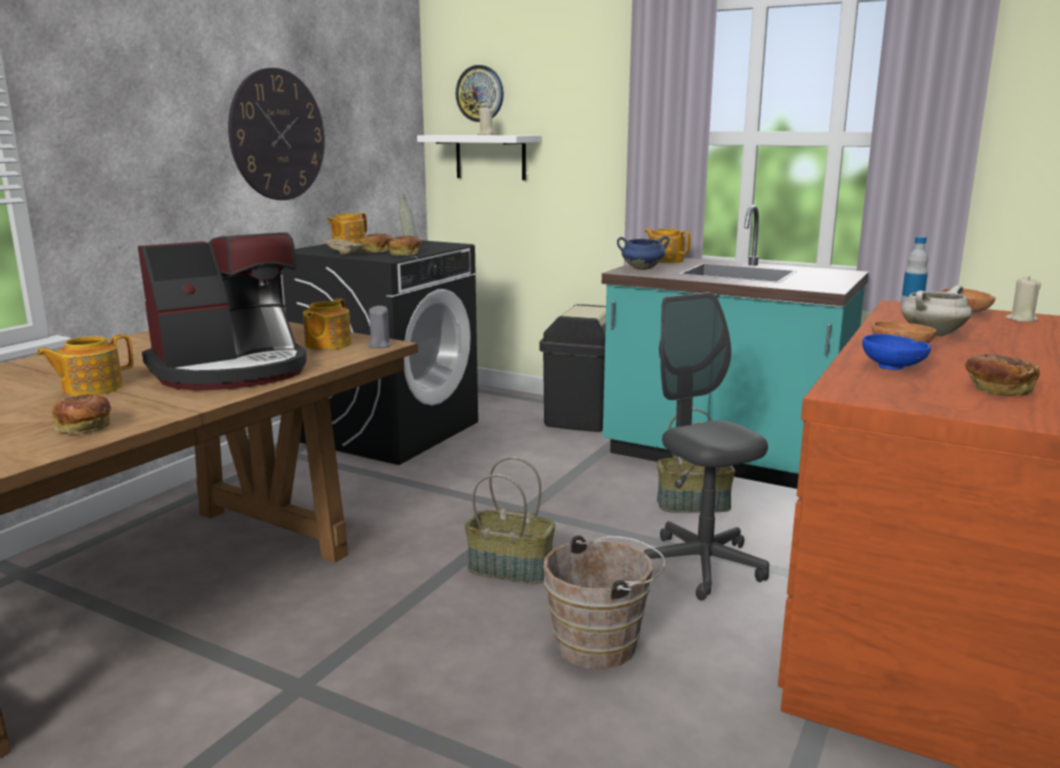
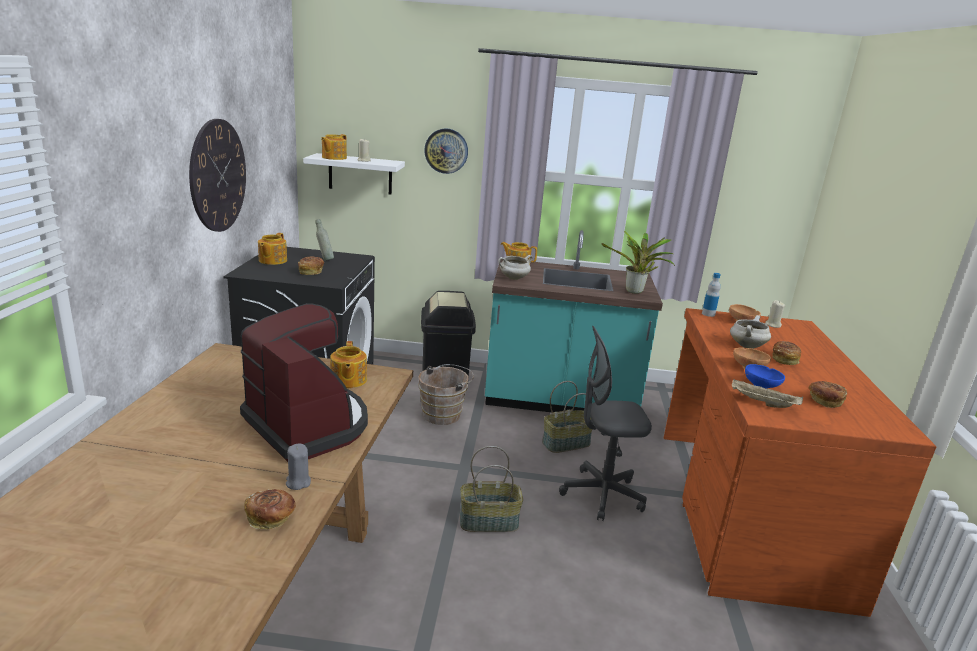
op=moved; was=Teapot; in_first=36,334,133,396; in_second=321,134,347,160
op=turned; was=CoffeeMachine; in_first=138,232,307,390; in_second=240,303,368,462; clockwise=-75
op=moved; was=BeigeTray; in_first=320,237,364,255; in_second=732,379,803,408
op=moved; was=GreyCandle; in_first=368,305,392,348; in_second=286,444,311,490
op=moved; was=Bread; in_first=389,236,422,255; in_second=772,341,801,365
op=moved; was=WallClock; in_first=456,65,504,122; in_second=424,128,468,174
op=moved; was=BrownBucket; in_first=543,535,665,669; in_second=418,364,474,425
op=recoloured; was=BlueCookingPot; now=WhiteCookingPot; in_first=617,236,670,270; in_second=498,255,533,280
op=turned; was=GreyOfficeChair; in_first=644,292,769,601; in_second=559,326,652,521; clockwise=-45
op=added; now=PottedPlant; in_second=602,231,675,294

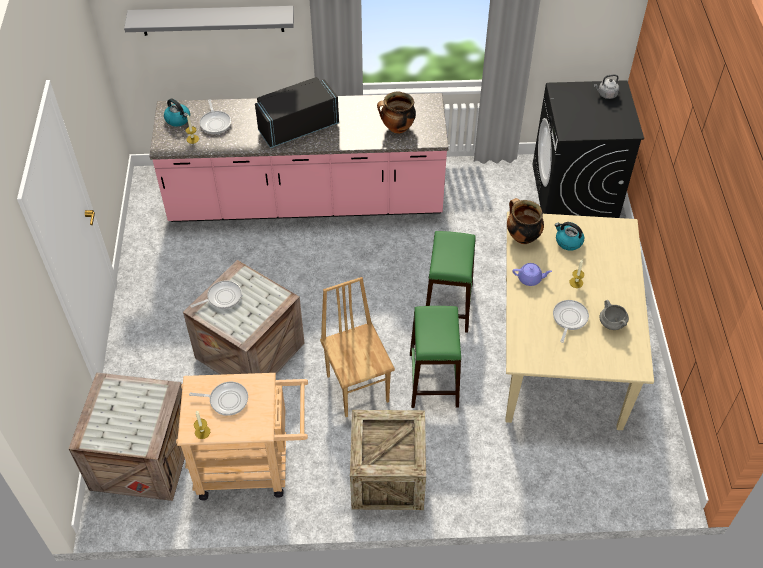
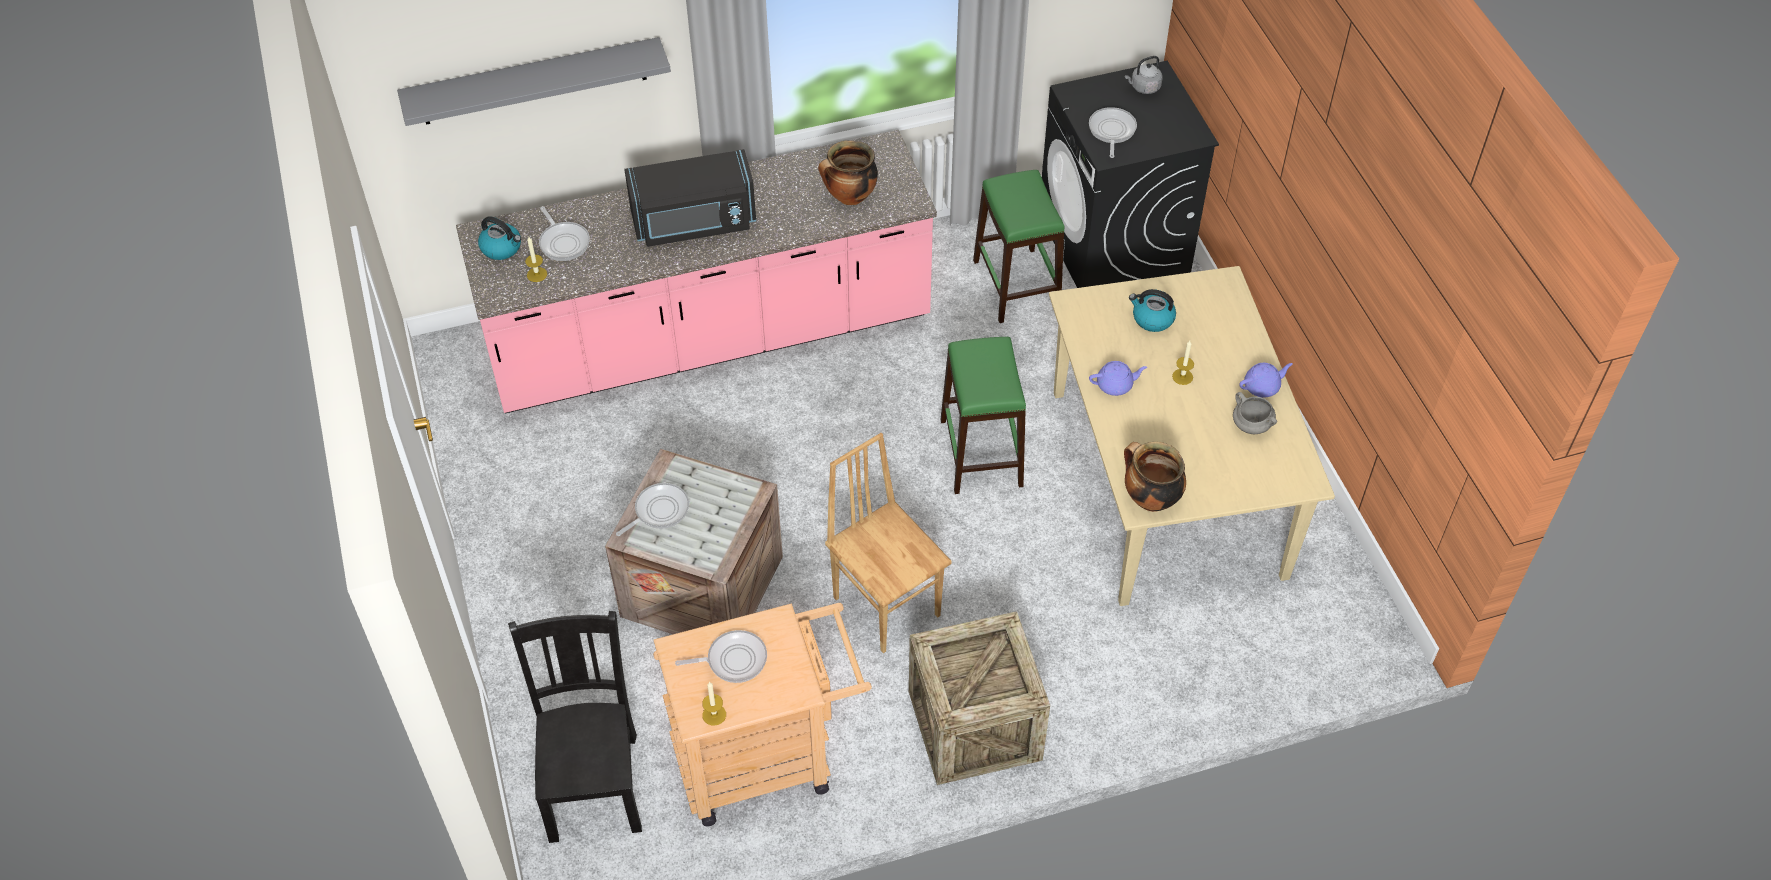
op=replaced; was=Crate; now=BlackChair; in_first=69,372,185,501; in_second=508,611,642,843
op=turned; was=BlackMicrowave; in_first=255,77,339,148; in_second=624,149,756,247; clockwise=-150
op=moved; was=GreenStool; in_first=410,306,461,408; in_second=973,170,1065,323
op=moved; was=CookingPot; in_first=507,198,544,244; in_second=1124,442,1186,512
op=moved; was=FryingPan; in_first=553,300,589,343; in_second=1089,107,1137,158
op=added; now=PurpleTeapot; in_second=1239,363,1293,397

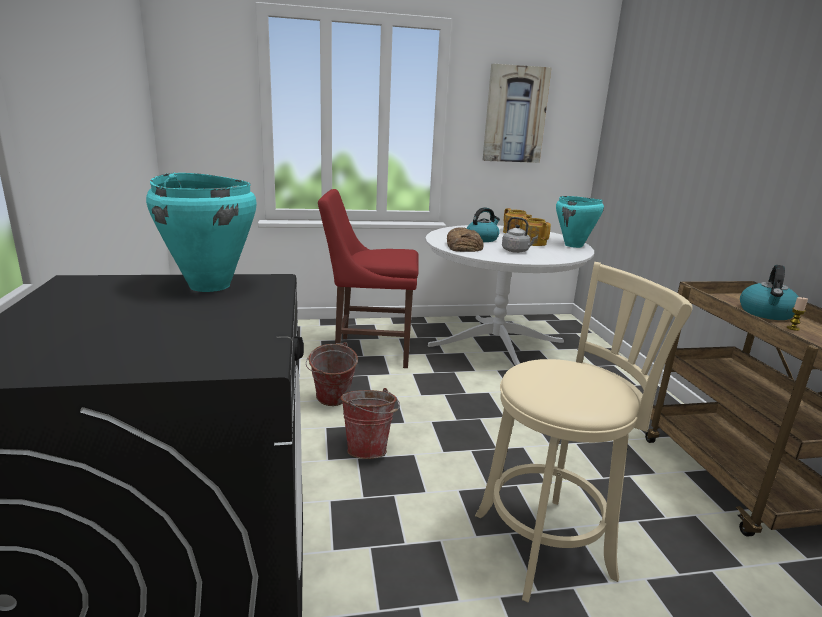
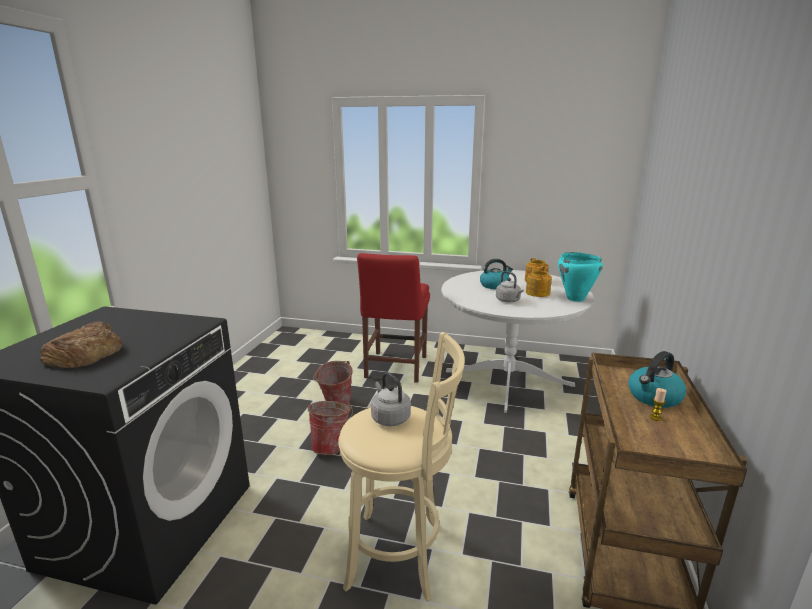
op=removed; was=TurquoiseCookingPot; in_first=146,173,257,292
op=turned; was=RedChair; in_first=318,189,419,368; in_second=357,253,430,383; clockwise=-105
op=moved; was=Bread; in_first=447,227,484,252; in_second=40,321,123,368
op=removed; was=Picture; in_first=483,64,552,163
op=added; now=GreyKettle; in_second=371,373,411,426

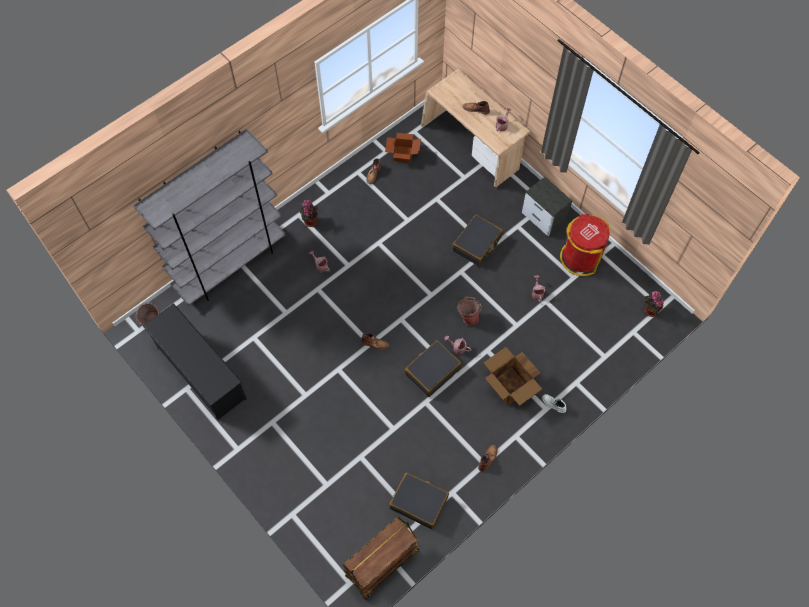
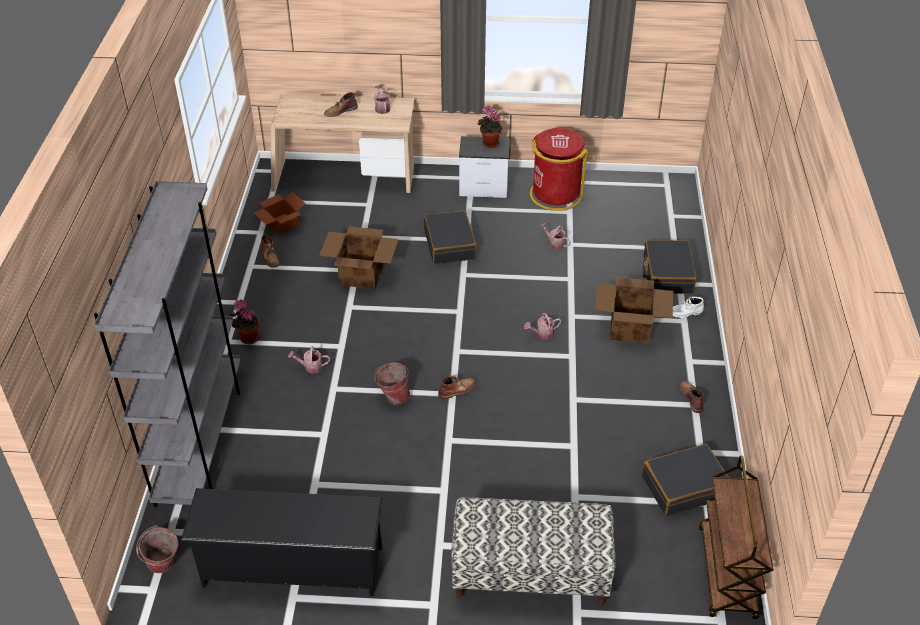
op=moved; was=BlackSuitcase; in_first=405,340,461,397; in_second=643,240,697,294
op=moved; was=Bucket; in_first=457,296,481,325; in_second=374,362,410,405
op=moved; was=PottedPlant; in_first=644,291,664,317; in_second=477,106,502,148
op=added; now=CardboardBox; in_second=319,226,398,289
op=added; now=Bench; in_second=451,497,615,605

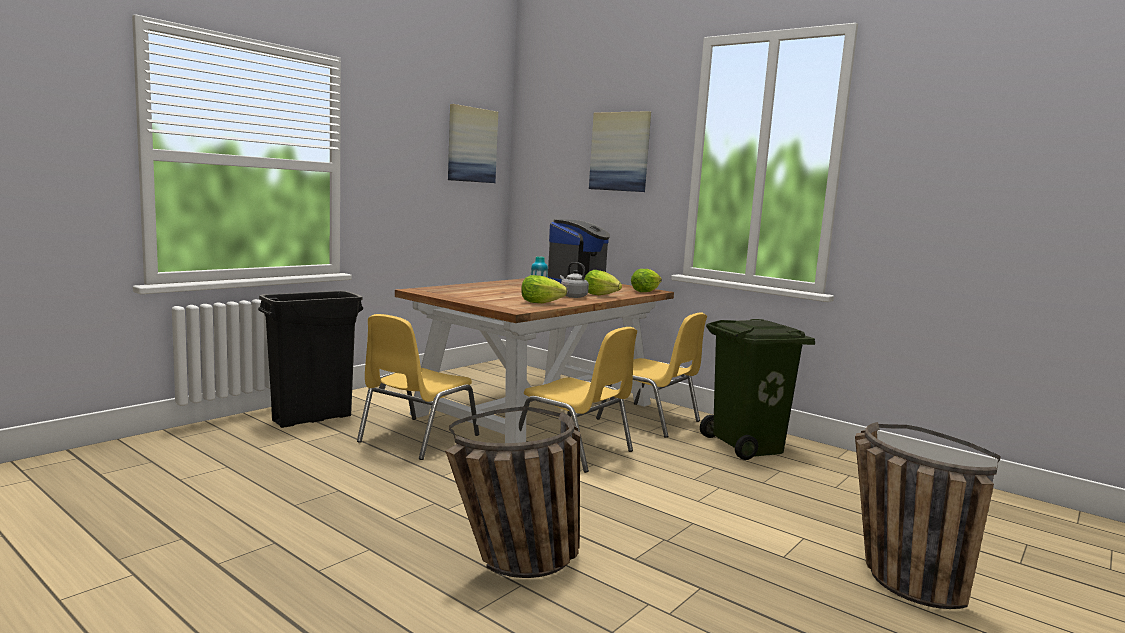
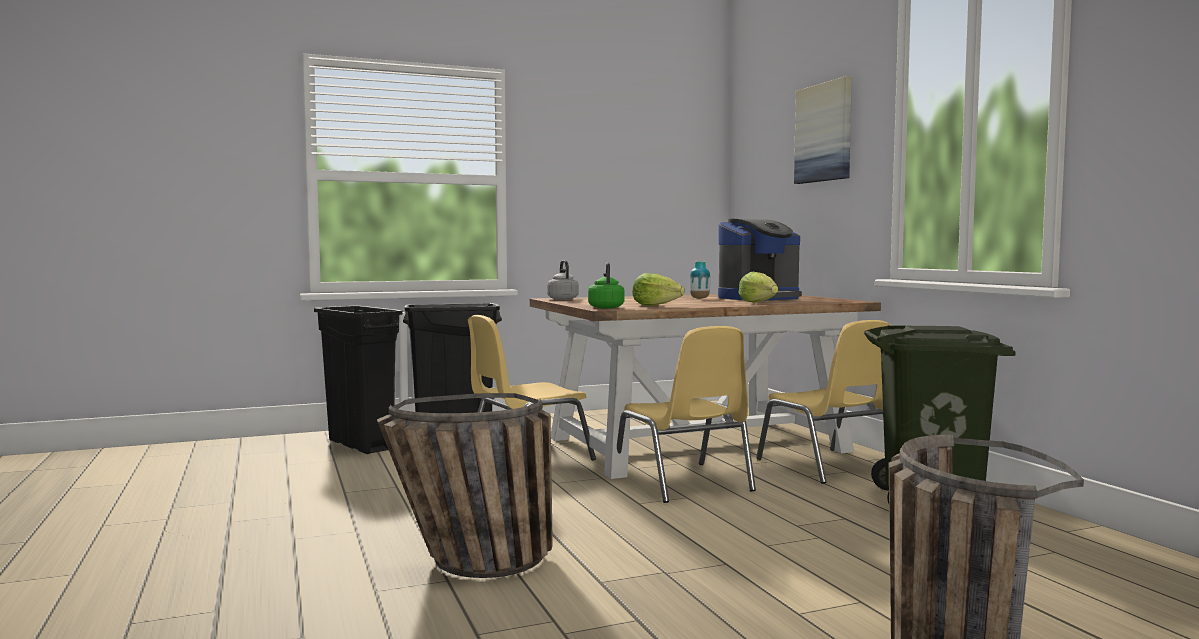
op=removed; was=Picture; in_first=448,104,498,183
op=moved; was=GreyKettle; in_first=560,262,589,298; in_second=547,260,579,300
op=removed; was=Lettuce; in_first=631,269,662,292
op=added; now=BlackTrashCan; in_second=314,306,403,454
op=added; now=GreenKettle; in_second=588,262,624,309

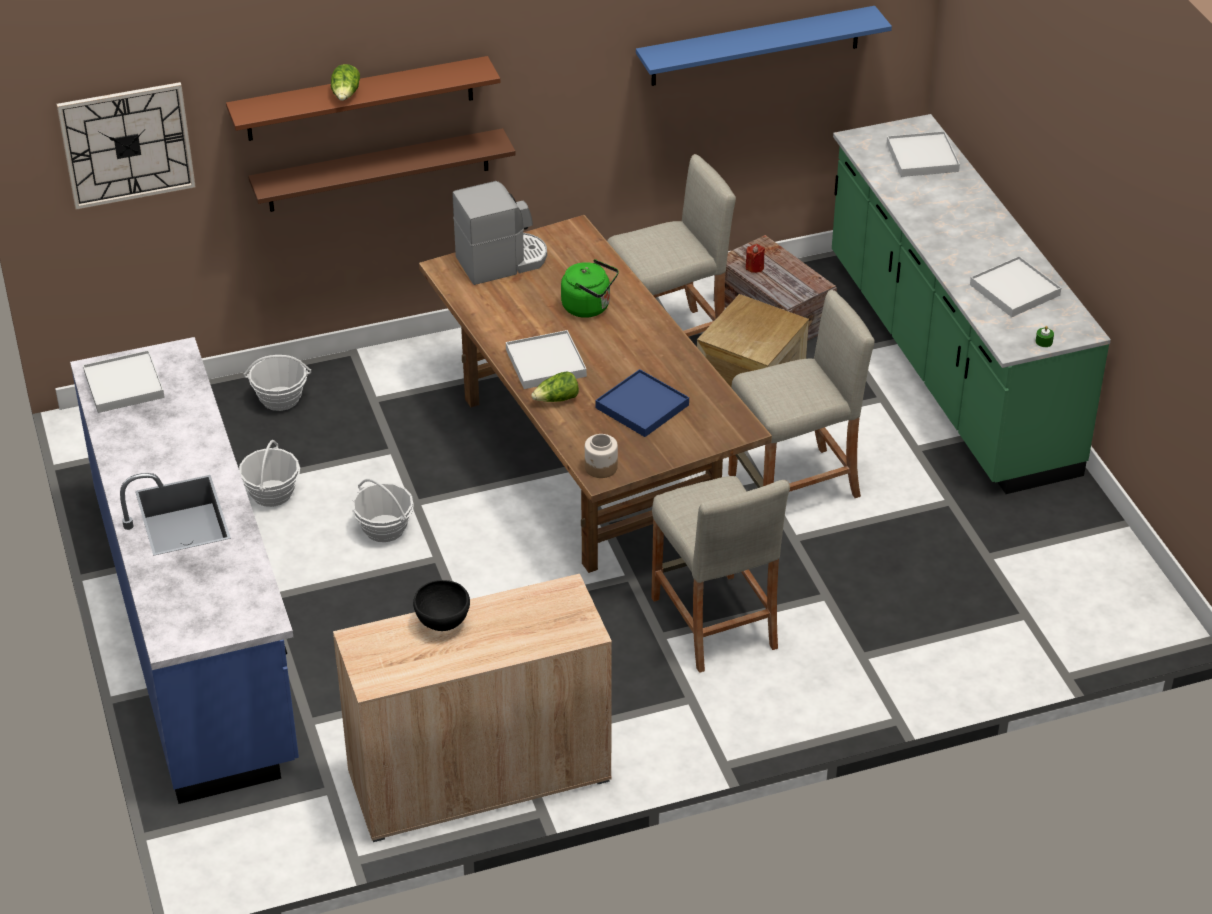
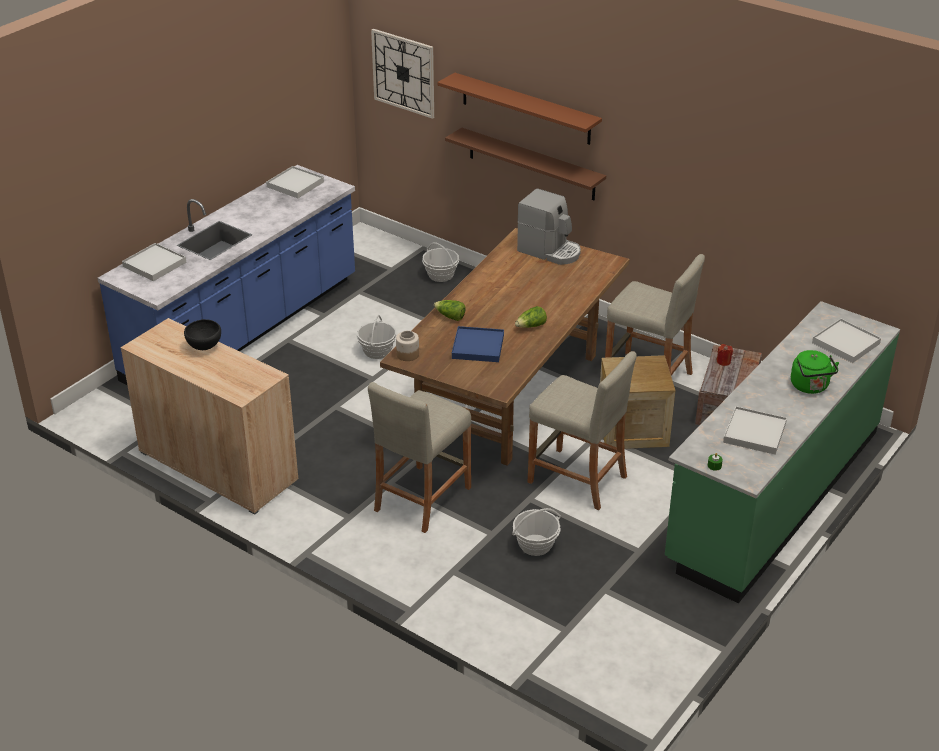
op=moved; was=Basket; in_first=239,440,300,507; in_second=512,508,561,556
op=moved; was=Lettuce; in_first=331,64,360,101; in_second=515,306,547,328
op=moved; was=WhiteTray; in_first=506,330,587,389; in_second=122,243,186,281
op=moved; was=GreenKettle; in_first=561,259,619,318; in_second=791,350,839,394
op=removed; was=BlueShelf; in_first=636,6,892,86

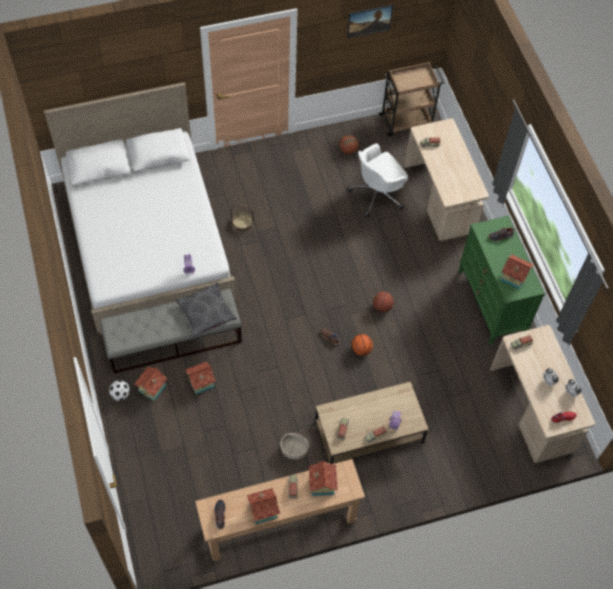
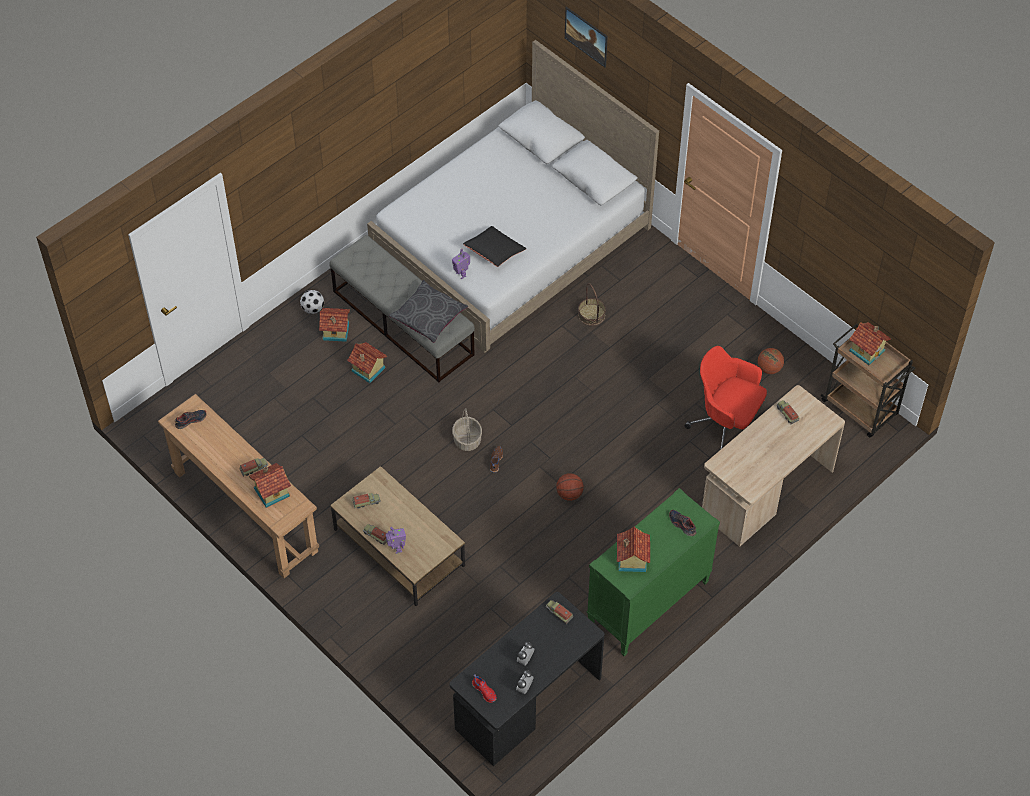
op=moved; was=ToyHouse; in_first=247,488,280,524; in_second=849,322,891,365
op=moved; was=Basket; in_first=280,433,309,460; in_second=452,408,482,451
op=moved; was=Picture; in_first=347,5,393,38; in_second=565,7,608,67
op=recoloured; was=WhiteOfficeChair; now=RedOfficeChair; in_first=347,144,408,217; in_second=684,346,767,449
op=removed; was=Basketball; in_first=351,334,373,356
op=recoloured; was=BeigeDesk; now=BlackDesk; in_first=490,325,595,463; in_second=449,592,605,766
op=added; now=BlackPillow; in_second=463,226,526,267

